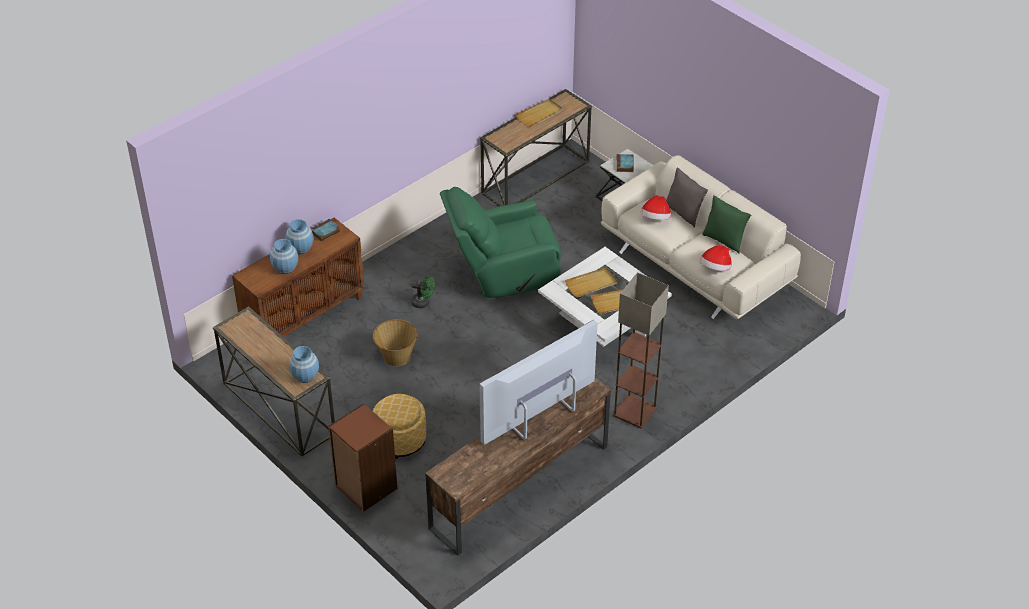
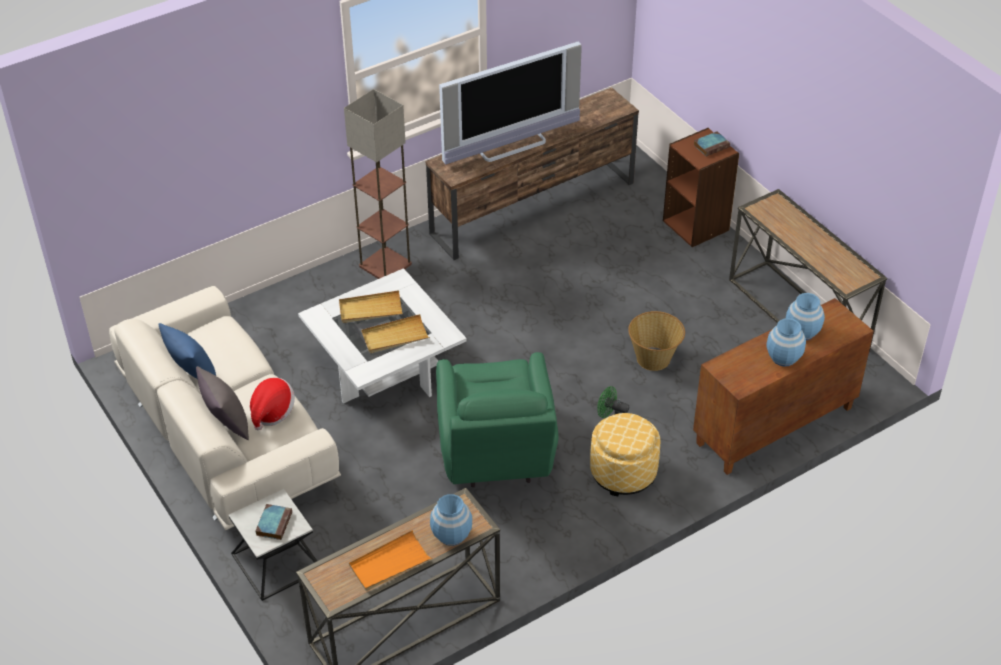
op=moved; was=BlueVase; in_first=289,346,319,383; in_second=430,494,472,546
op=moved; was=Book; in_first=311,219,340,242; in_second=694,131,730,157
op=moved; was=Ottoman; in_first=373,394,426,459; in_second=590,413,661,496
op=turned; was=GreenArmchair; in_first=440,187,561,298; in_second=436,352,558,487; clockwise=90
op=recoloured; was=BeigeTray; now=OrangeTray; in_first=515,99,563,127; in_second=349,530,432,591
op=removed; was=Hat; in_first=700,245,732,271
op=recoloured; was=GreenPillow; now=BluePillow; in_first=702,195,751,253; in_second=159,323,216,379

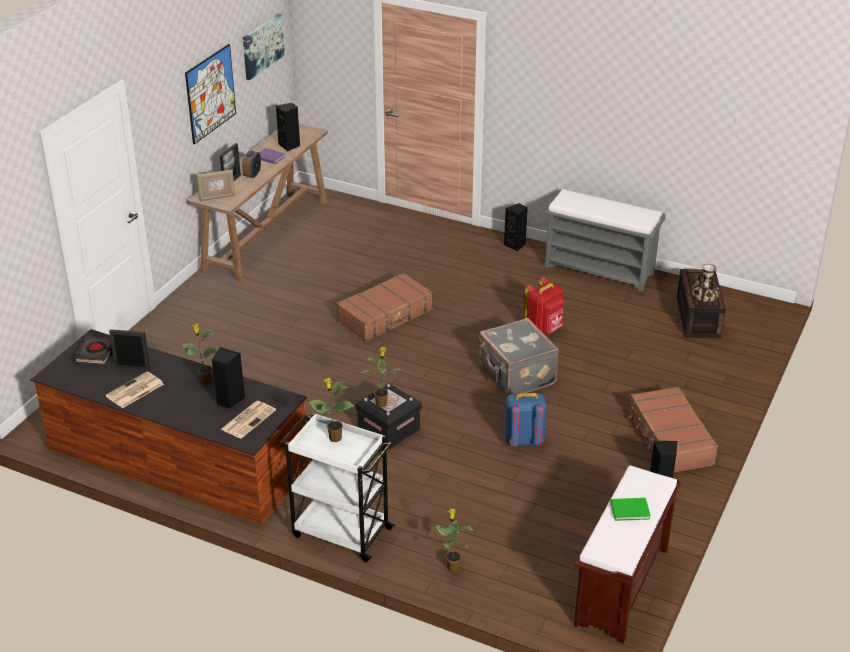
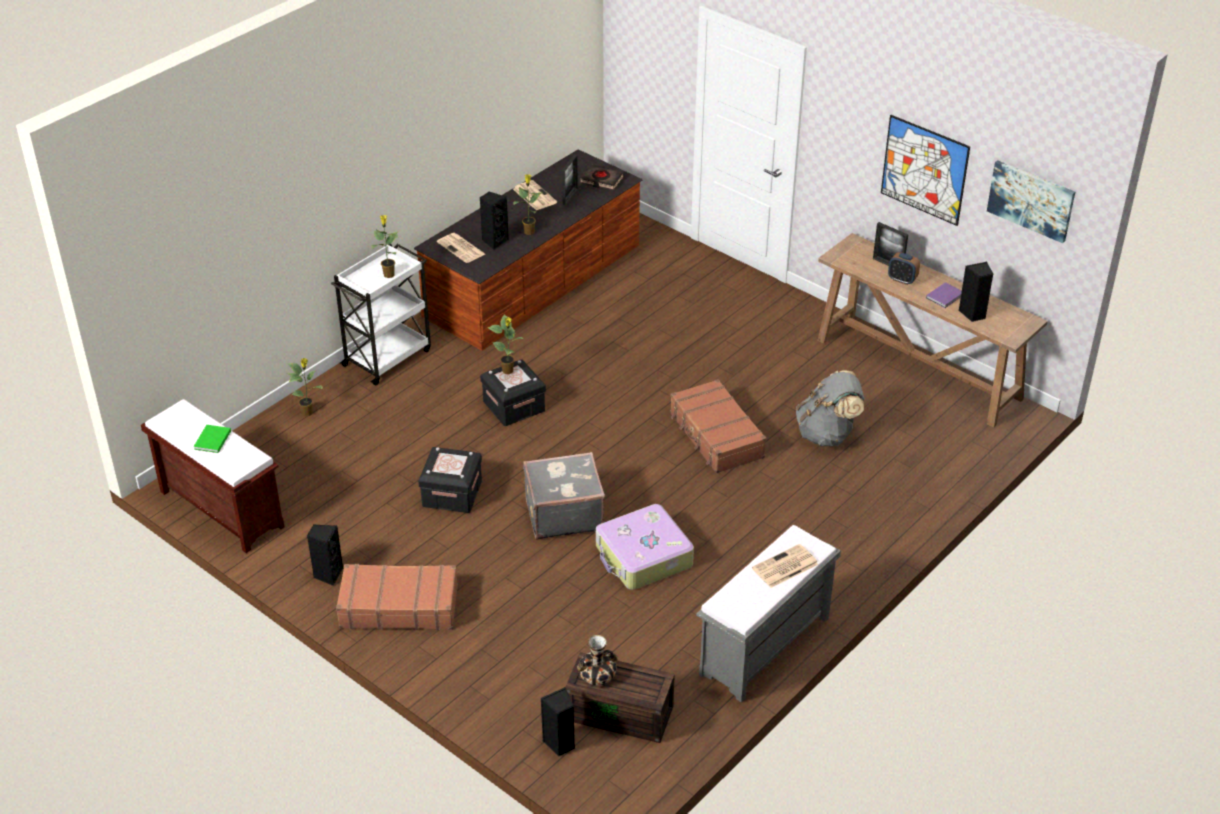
op=removed; was=PictureFrame; in_first=197,169,235,201
op=moved; was=BlackSpeaker; in_first=504,203,528,252; in_second=541,687,575,756
op=replaced; was=BlueBackpack; now=BlackStorageBox; in_first=504,393,547,447; in_second=418,447,482,513
op=replaced; was=RedBackpack; now=Suitcase; in_first=523,277,564,335; in_second=596,504,694,590
op=added; now=Newspaper; in_second=752,544,819,588
op=added; now=GreyBackpack; in_second=796,370,864,446

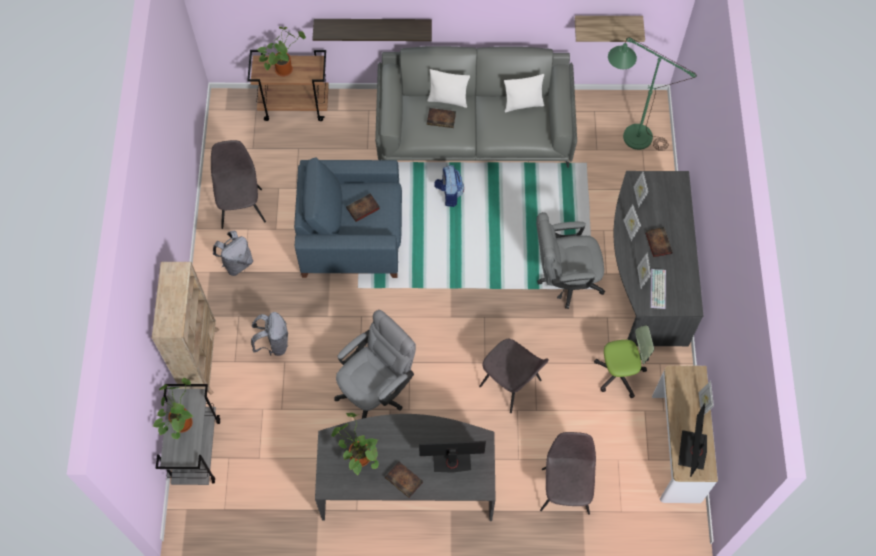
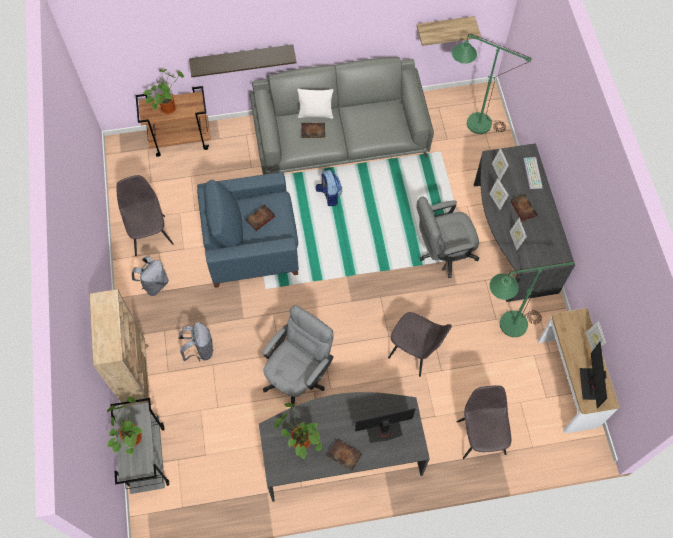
op=removed; was=WhitePillow; in_first=504,74,544,112
op=replaced; was=OfficeChair; now=GreenFloorLamp; in_first=594,325,654,398; in_second=489,261,574,337
op=moved; was=Keyboard; in_first=650,269,666,309; in_second=524,157,543,189

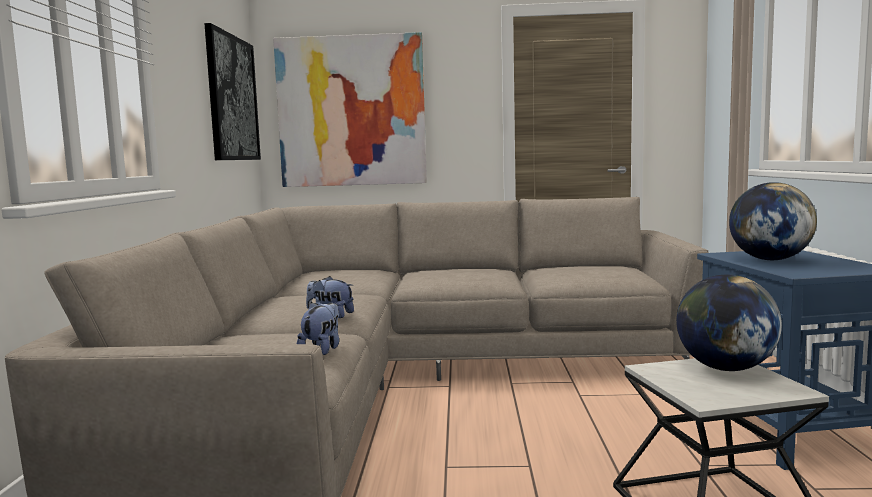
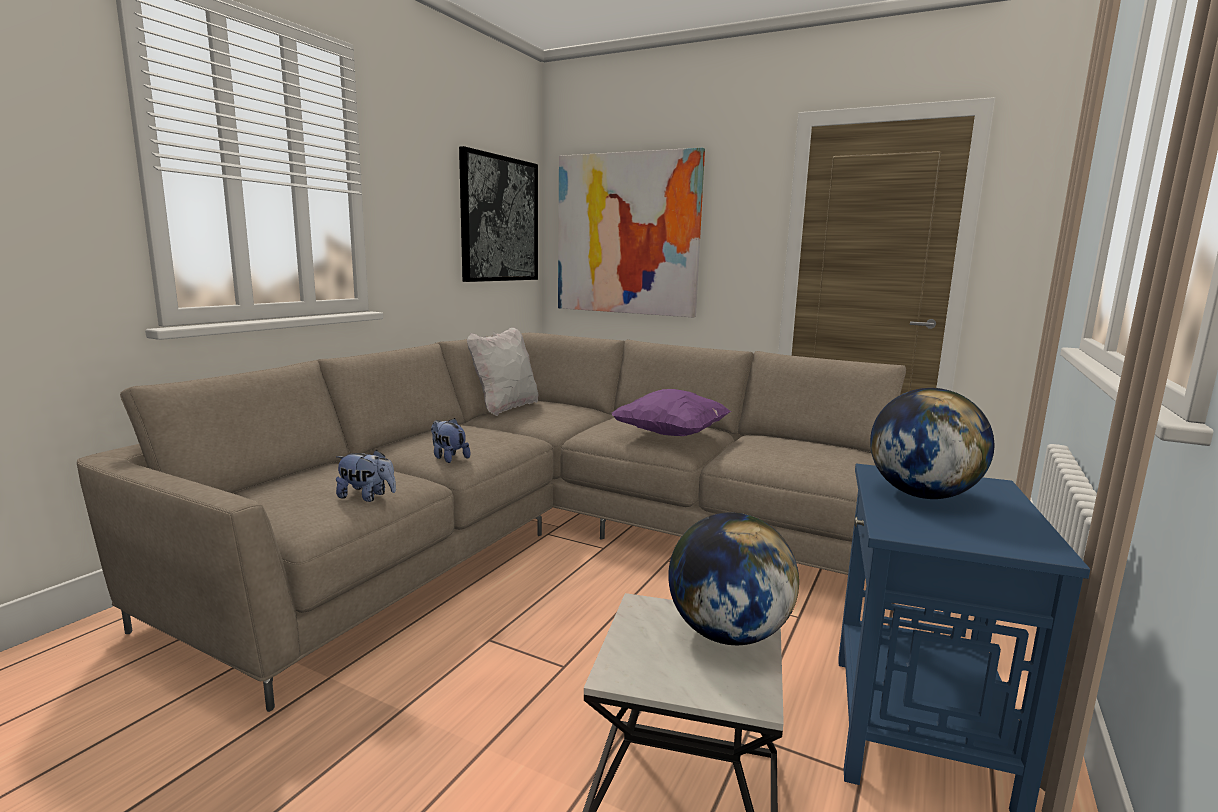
op=turned; was=PlushToy; in_first=297,302,339,355; in_second=336,449,396,502; clockwise=60
op=added; now=WhitePillow; in_second=467,327,539,416
op=added; now=PurplePillow; in_second=612,389,731,436

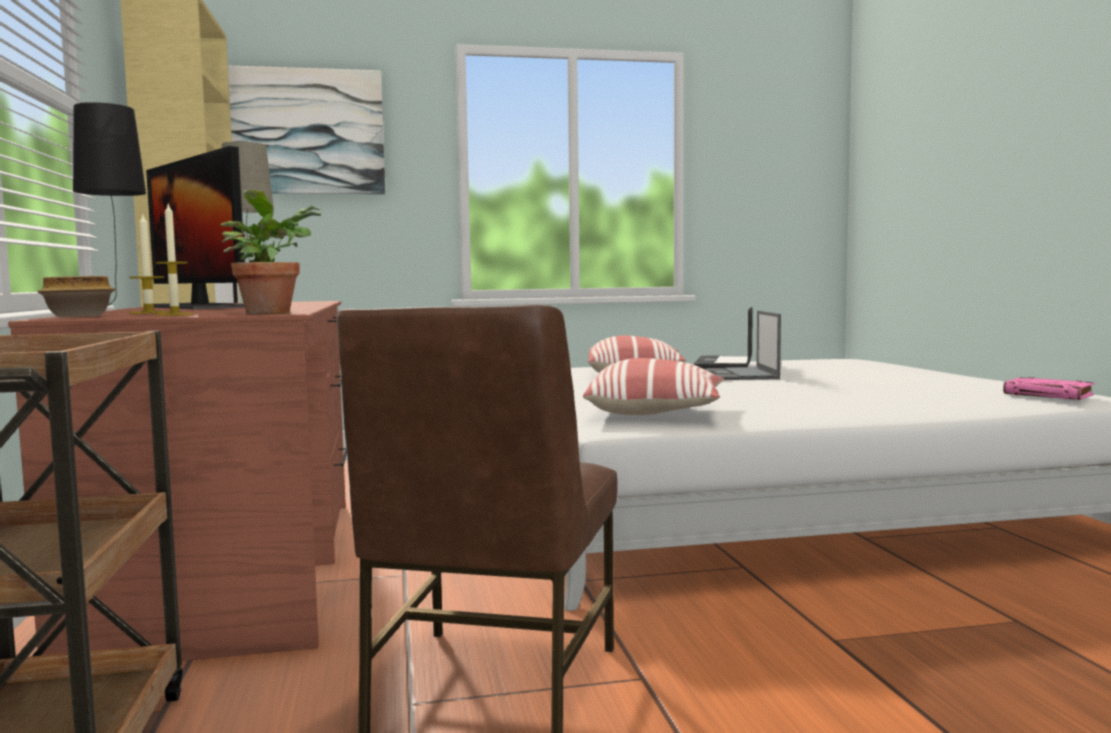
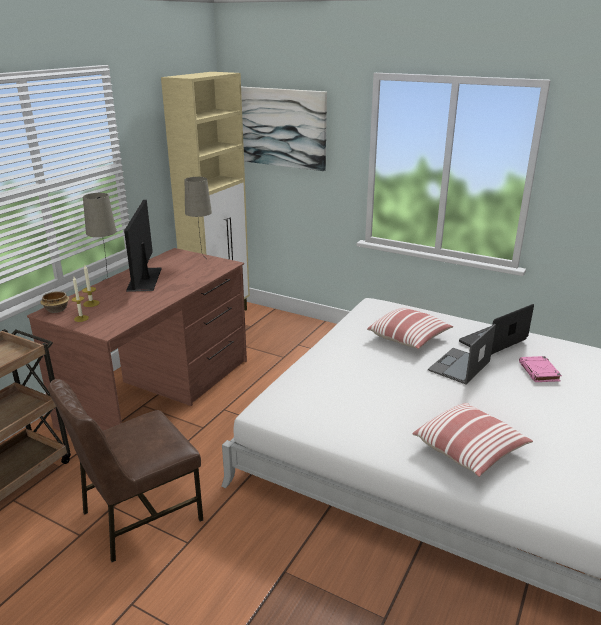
op=recoloured; was=BlackTableLamp; now=BeigeTableLamp; in_first=73,102,146,306; in_second=83,193,116,280
op=removed; was=PottedPlant; in_first=221,190,321,314
op=moved; was=Pillow; in_first=583,358,724,415; in_second=413,403,533,477
op=moved; was=PinkBook; in_first=1003,377,1095,400; in_second=519,356,562,382

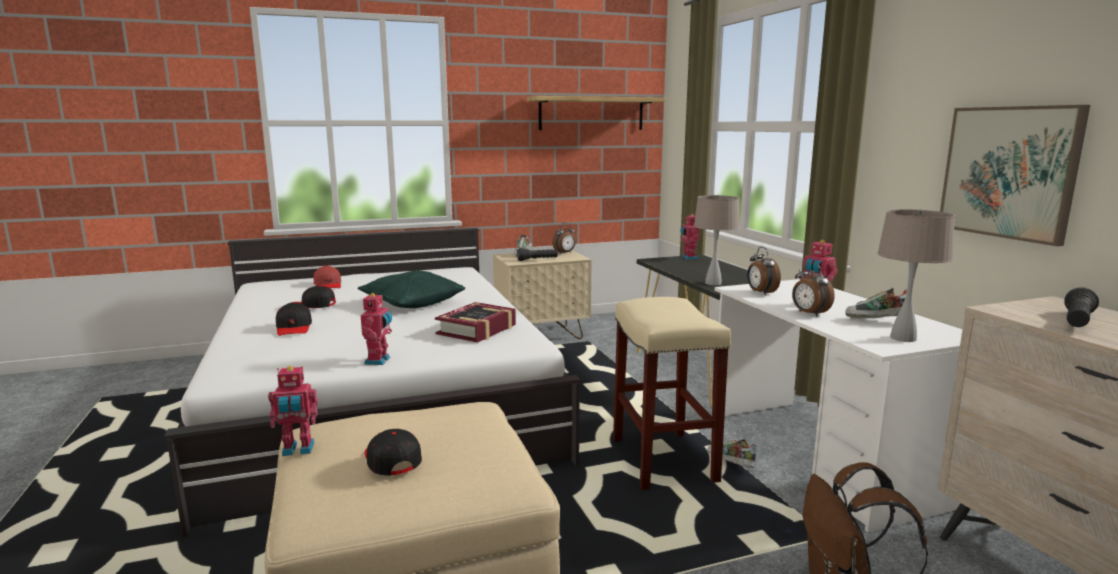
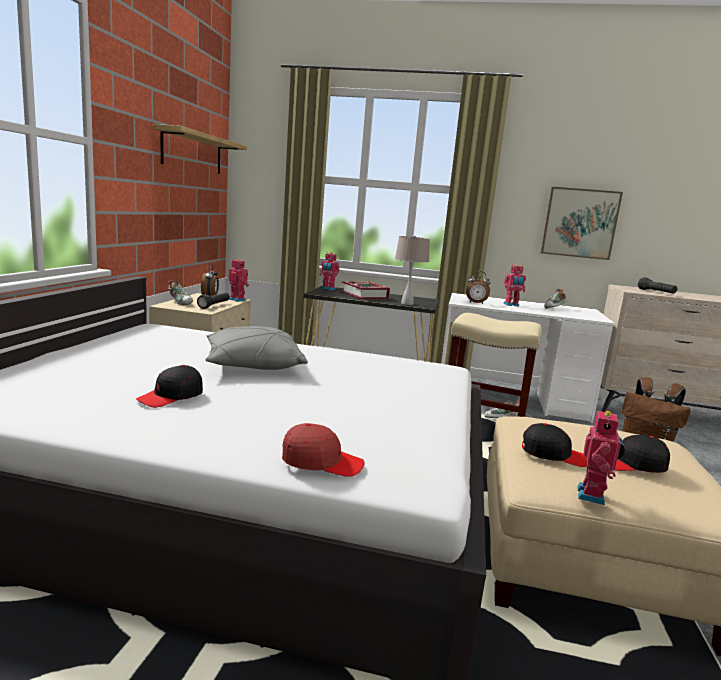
op=moved; was=BlackCap; in_first=276,302,312,336; in_second=522,423,587,467
op=moved; was=RedCap; in_first=314,265,341,288; in_second=282,423,365,477
op=recoloured; was=GreenPillow; now=GreyPillow; in_first=358,271,465,308; in_second=206,326,308,370
op=moved; was=ToyRobot; in_first=361,292,392,365; in_second=228,258,249,302
op=moved; was=Book; in_first=435,302,516,343; in_second=341,281,390,299
op=removed; was=AlarmClock; in_first=792,262,835,317
op=removed; was=BeigeTableLamp; in_first=877,209,955,342

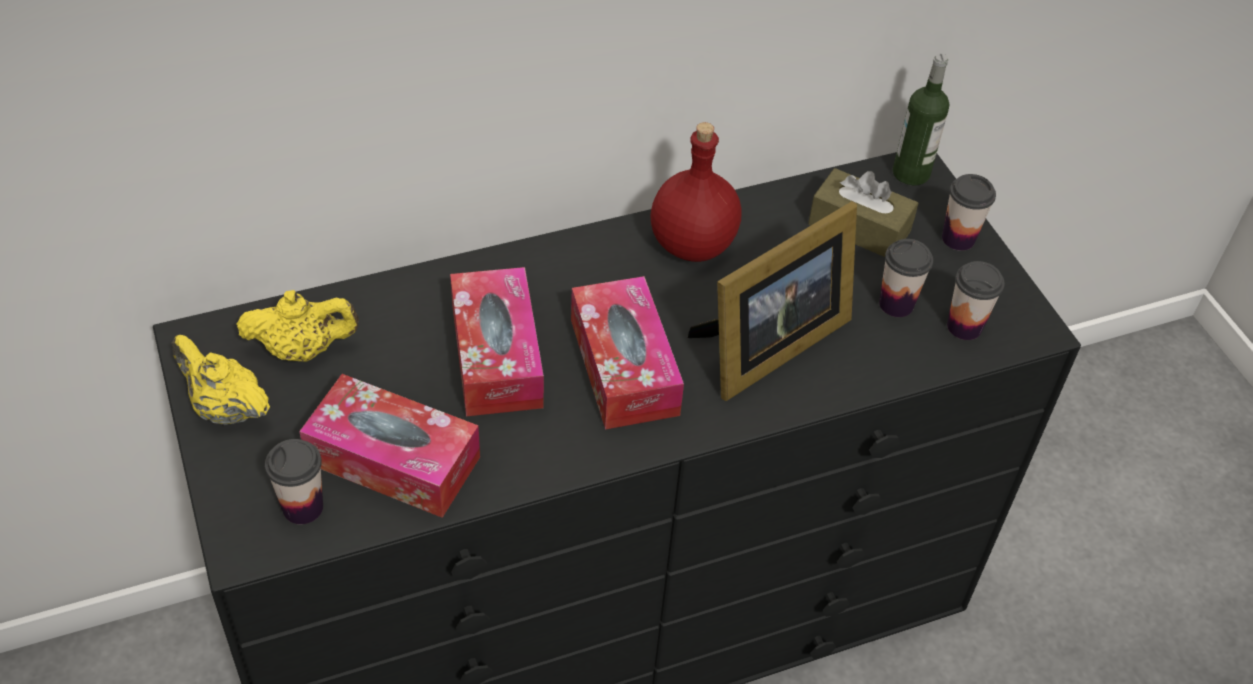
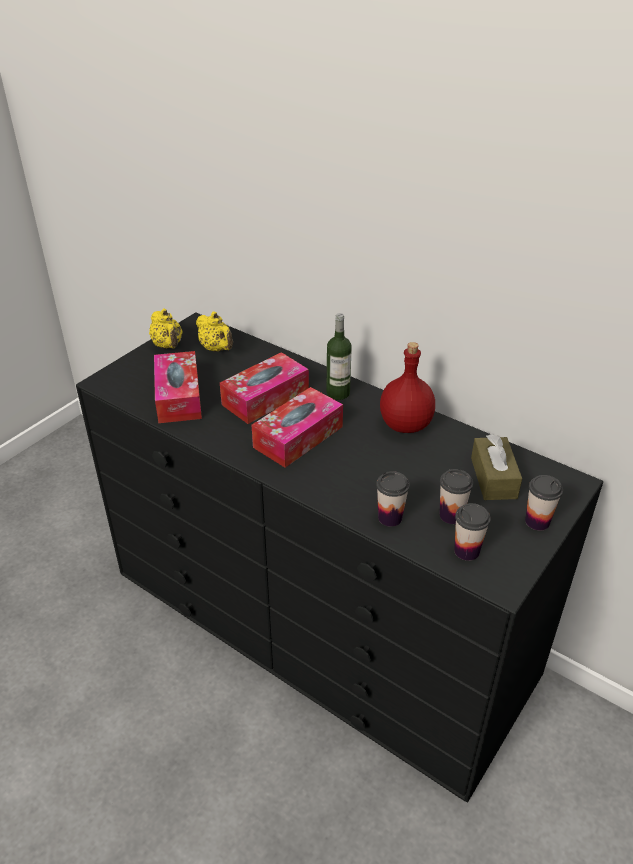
op=turned; was=YellowTeapot; in_first=172,335,270,425; in_second=149,309,182,348; clockwise=150
op=moved; was=Cup; in_first=265,439,323,524; in_second=376,471,410,527
op=removed; was=PictureFrame; in_first=687,201,857,401
op=moved; was=Bottle; in_first=892,53,949,185; in_second=326,313,352,400

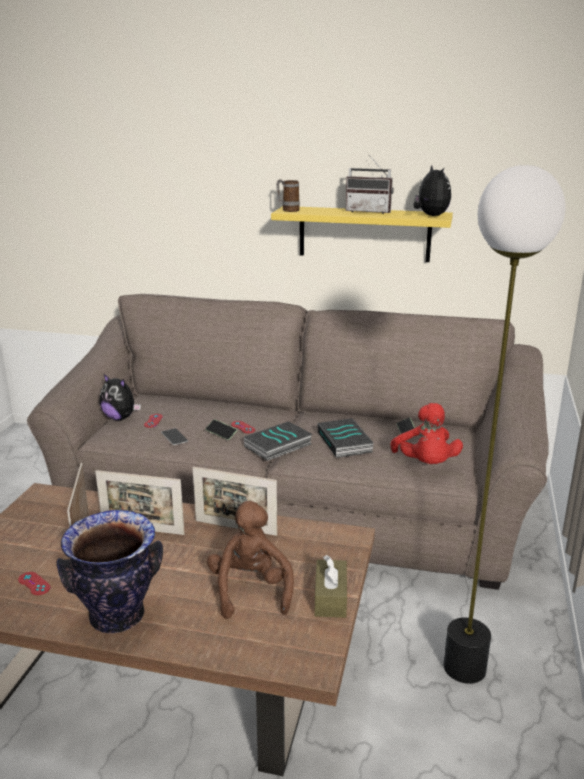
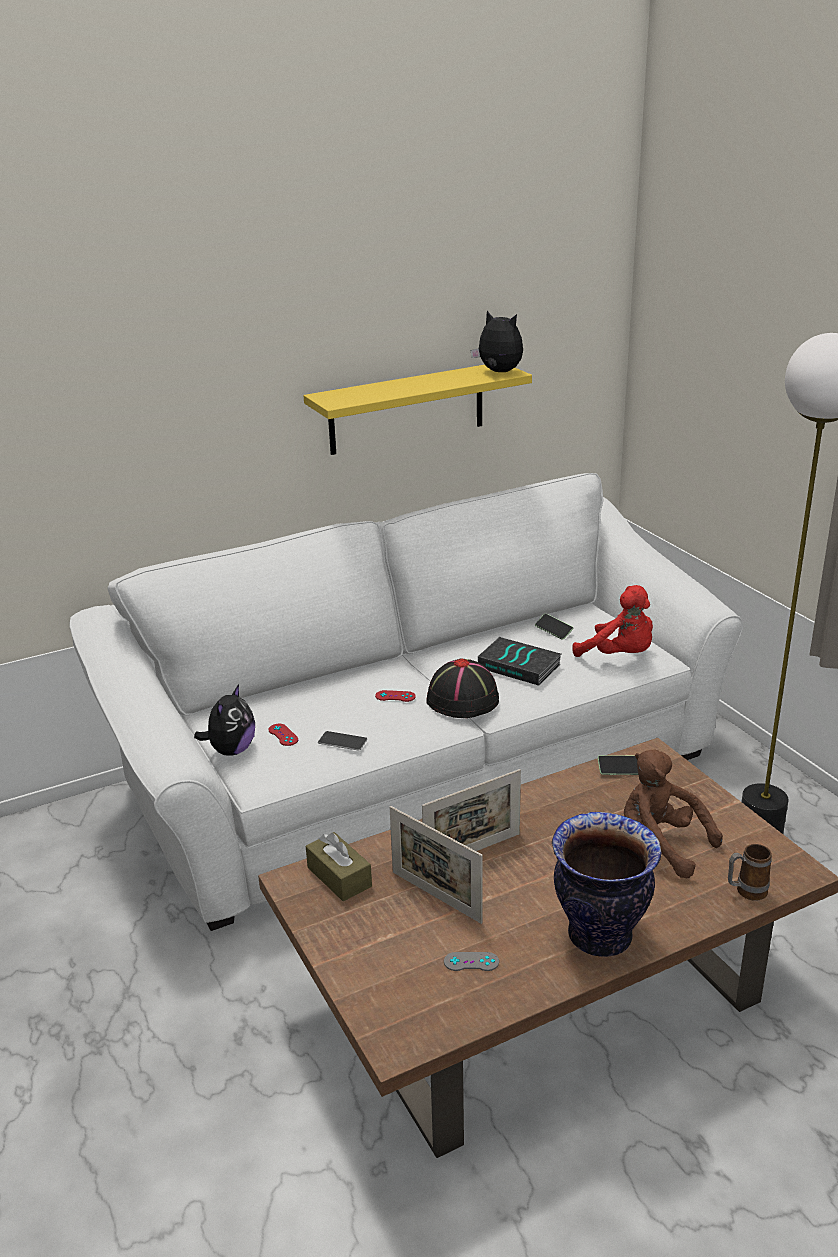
op=recoloured; was=RedGameController; now=GreyGameController; in_first=18,572,50,595; in_second=444,952,499,971
op=recoloured; was=BrownSofa; now=WhiteSofa; in_first=27,294,548,590; in_second=69,473,743,931
op=turned; was=PlushToy; in_first=100,373,141,420; in_second=194,684,255,756; clockwise=-60
op=removed; was=PictureFrame; in_first=192,467,277,536
op=moved; was=Phone; in_first=206,419,237,440; in_second=598,755,638,775
op=replaced; was=Book; now=BlackHat; in_first=244,421,312,461; in_second=427,658,499,718
op=moved; was=Mug; in_first=276,179,300,212; in_second=728,844,772,901
op=moved; was=BrownTissueBox; in_first=315,555,347,618; in_second=306,832,372,902
op=removed; was=Radio; in_first=346,155,394,214

